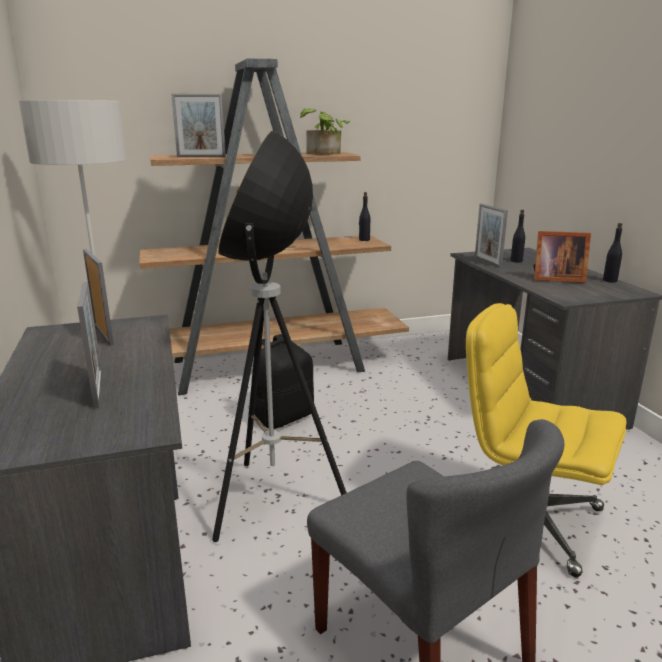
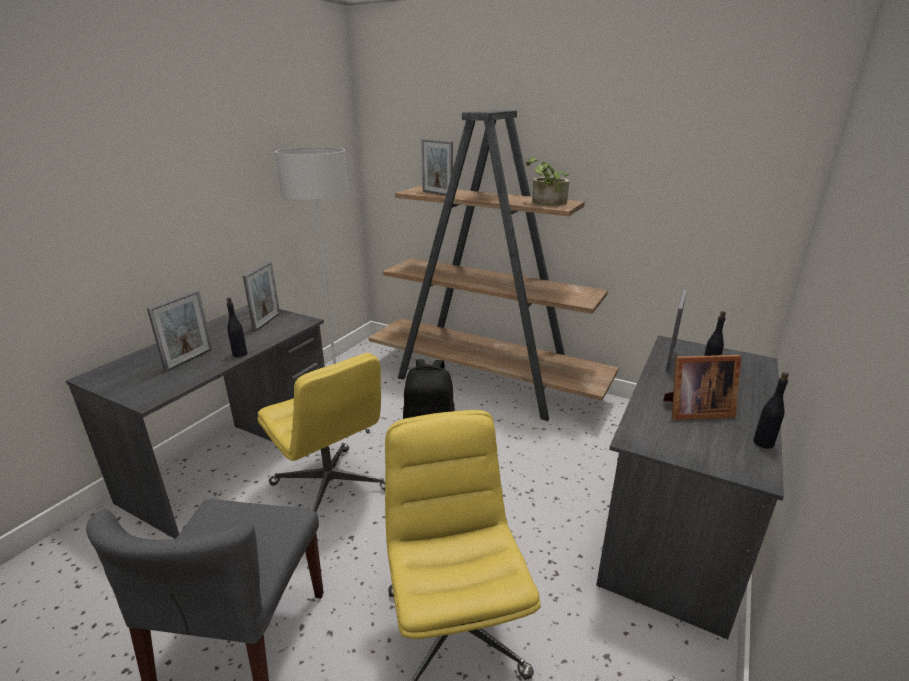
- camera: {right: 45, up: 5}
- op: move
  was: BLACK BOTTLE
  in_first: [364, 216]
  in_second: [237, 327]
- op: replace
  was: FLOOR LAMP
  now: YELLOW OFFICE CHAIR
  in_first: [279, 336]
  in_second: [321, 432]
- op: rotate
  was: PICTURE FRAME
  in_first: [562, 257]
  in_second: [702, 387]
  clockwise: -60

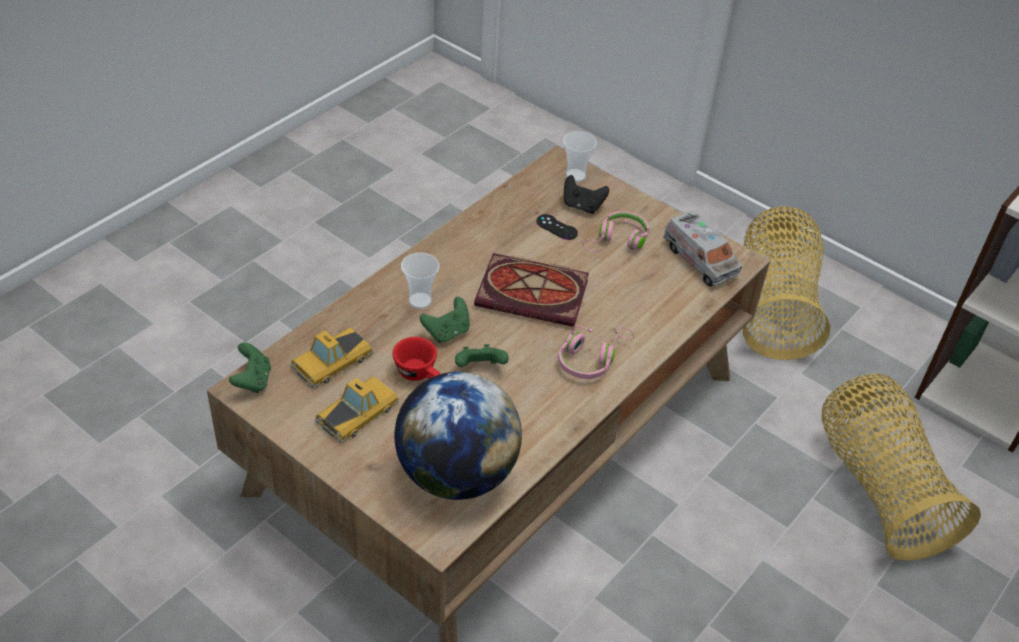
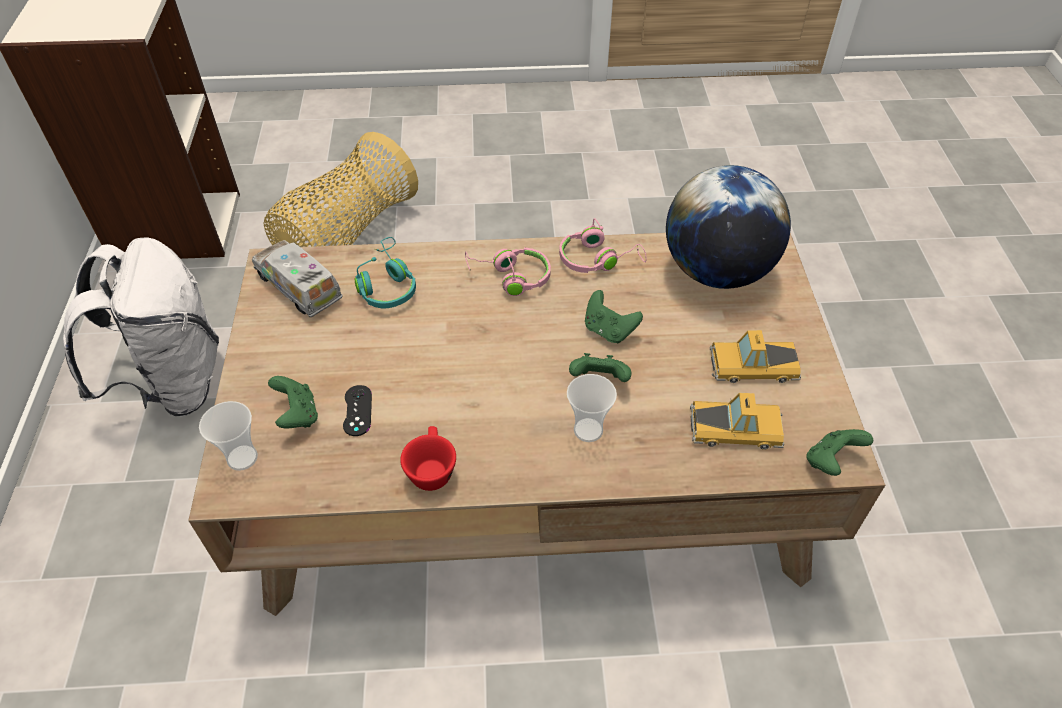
- camera: {right: -130, up: 5}
- op: delete
  was: BOOK
  in_first: [531, 290]
- op: insert
  now: TURQUOISE HEADPHONES
  in_second: [385, 272]
- op: move
  was: RED CUP
  in_first: [416, 359]
  in_second: [428, 458]
- op: move
  was: PINK HEADPHONES
  in_first: [616, 231]
  in_second: [603, 245]
- op: replace
  was: BASKET
  now: WHITE BACKPACK
  in_first: [786, 283]
  in_second: [141, 326]
- op: recolor
  was: BLACK GAME CONTROLLER
  now: GREEN GAME CONTROLLER
  in_first: [586, 194]
  in_second: [293, 402]
- op: rotate
  was: TOY TRUCK
  in_first: [702, 248]
  in_second: [297, 278]
  clockwise: -60

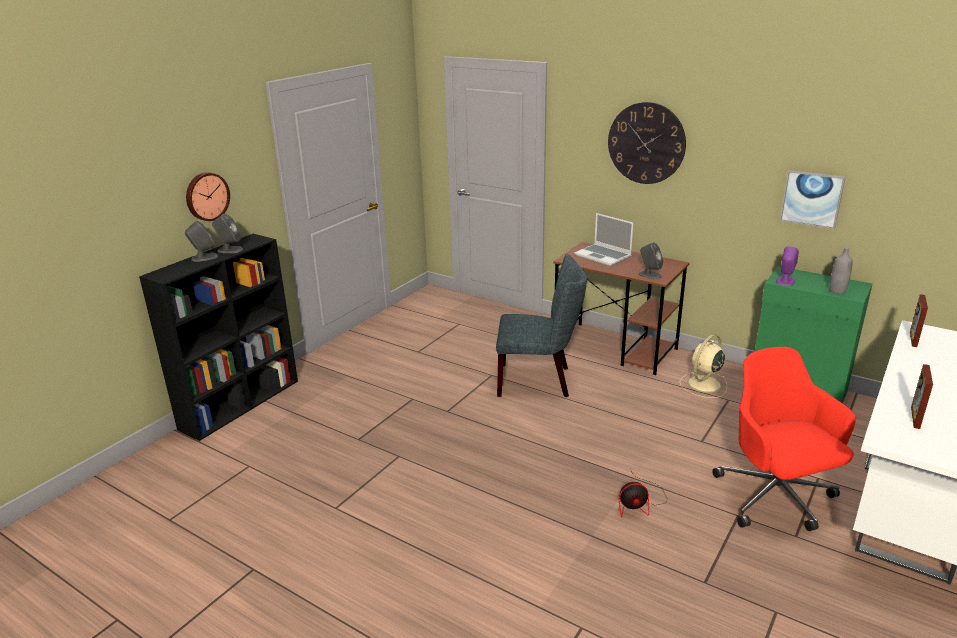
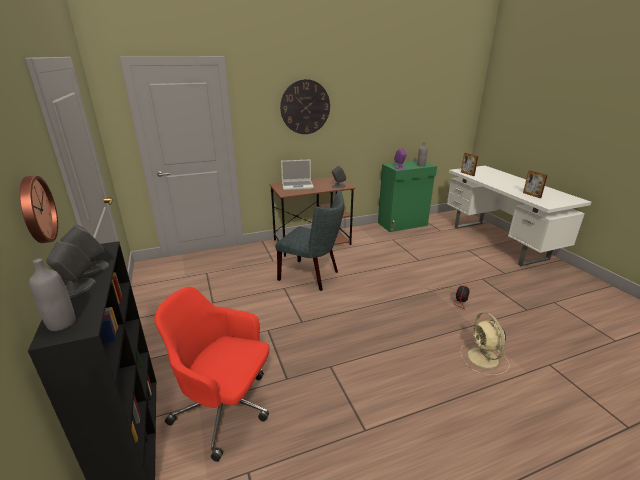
- camera: {right: -55, up: 0}
- op: delete
  was: PICTURE
  in_first: [812, 199]
- op: insert
  now: GREY BOTTLE
  in_second: [52, 295]
- op: move
  was: BEIGE FAN
  in_first: [703, 366]
  in_second: [484, 343]
- op: move
  was: RED OFFICE CHAIR
  in_first: [784, 439]
  in_second: [212, 374]
- op: rotate
  was: GREY CHAIR
  in_first: [541, 325]
  in_second: [309, 240]
  clockwise: 75

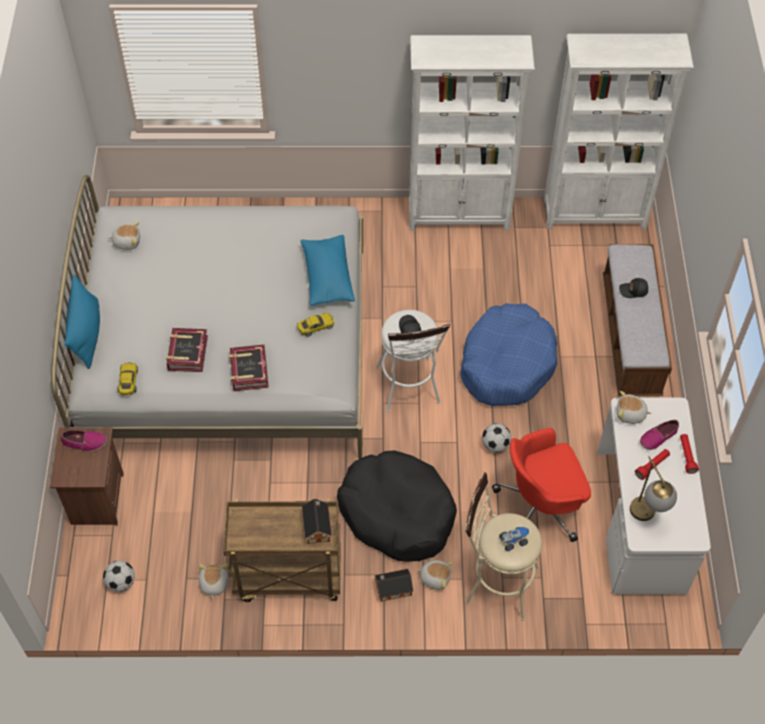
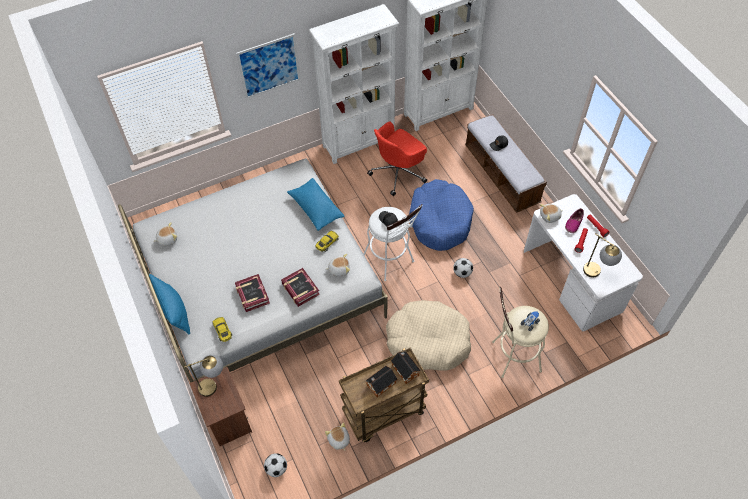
- camera: {right: -25, up: 0}
- op: insert
  now: PICTURE
  in_second: [268, 66]
- op: move
  was: TOY HOUSE
  in_first: [394, 585]
  in_second: [381, 381]
- op: move
  was: PLUSH TOY
  in_first: [435, 575]
  in_second: [338, 265]
- op: move
  was: RED OFFICE CHAIR
  in_first: [541, 485]
  in_second: [397, 158]
- op: replace
  was: SHOE
  now: TABLE LAMP
  in_first: [84, 440]
  in_second: [203, 376]
- op: recolor
  was: BLACK DOG BED
  now: BEIGE DOG BED
  in_first: [397, 506]
  in_second: [428, 335]

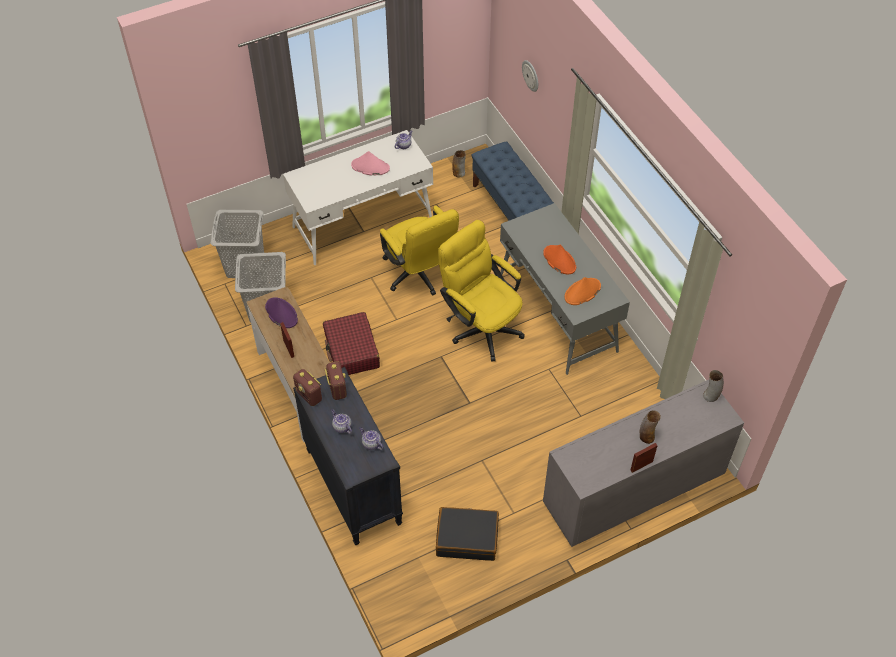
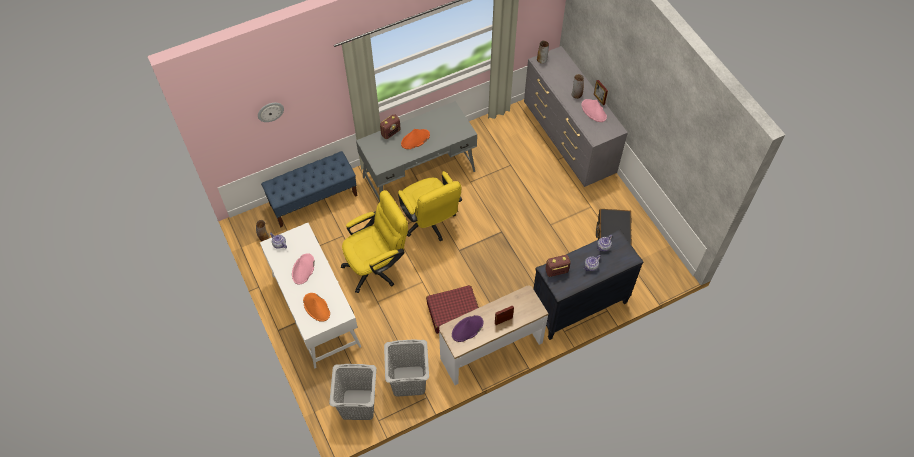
- camera: {right: -90, up: 5}
- op: insert
  now: PINK HAT
  in_second: [594, 110]
- op: move
  was: RADIO
  in_first: [307, 387]
  in_second: [390, 126]
- op: move
  was: ORANGE HAT
  in_first: [583, 291]
  in_second: [316, 307]
- op: rotate
  was: YELLOW OFFICE CHAIR
  in_first: [481, 290]
  in_second: [430, 206]
  clockwise: -75

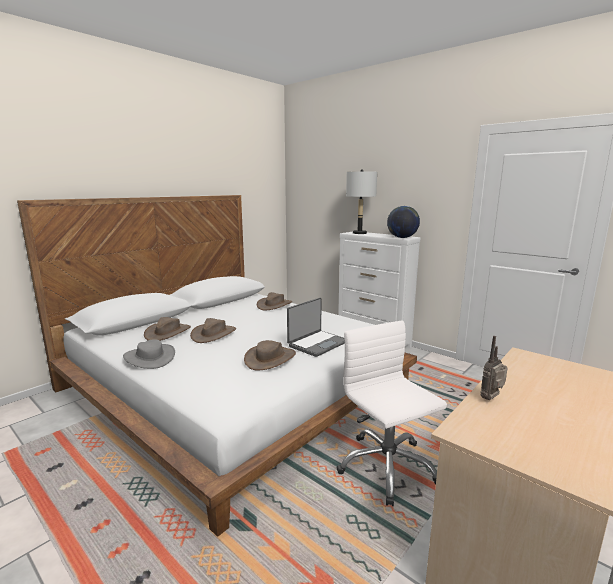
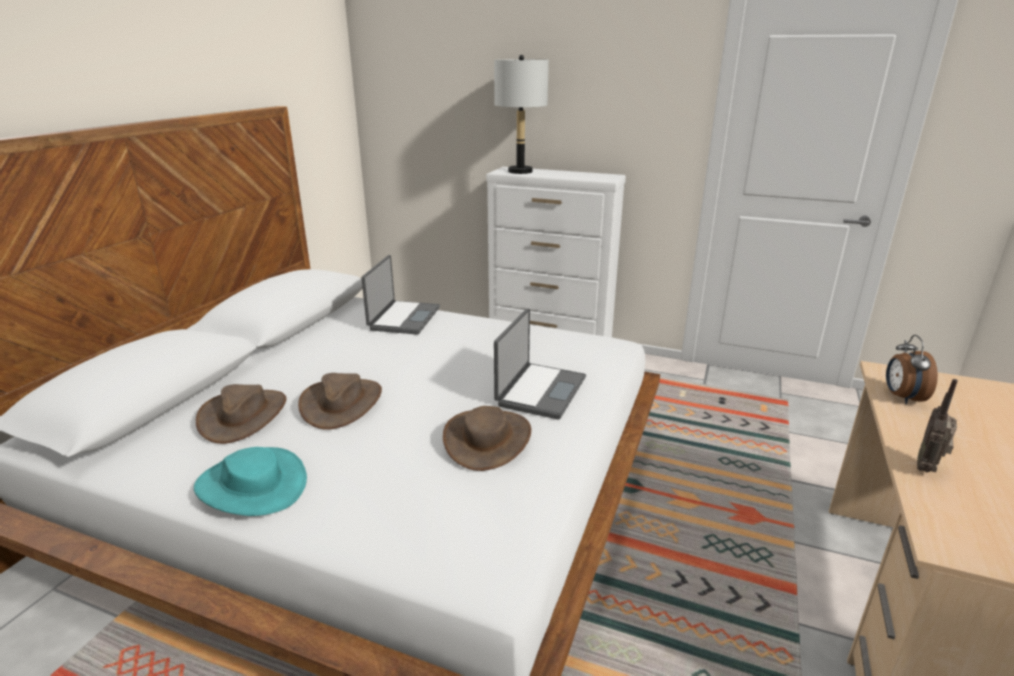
- camera: {right: -20, up: 10}
- op: delete
  was: WHITE OFFICE CHAIR
  in_first: [391, 413]
- op: delete
  was: GLOBE
  in_first: [403, 222]
- op: insert
  now: ALARM CLOCK
  in_second: [912, 369]
- op: replace
  was: BROWN HAT
  now: LAPTOP
  in_first: [274, 301]
  in_second: [400, 295]
- op: recolor
  was: GREY HAT
  now: TURQUOISE HAT
  in_first: [149, 354]
  in_second: [250, 481]

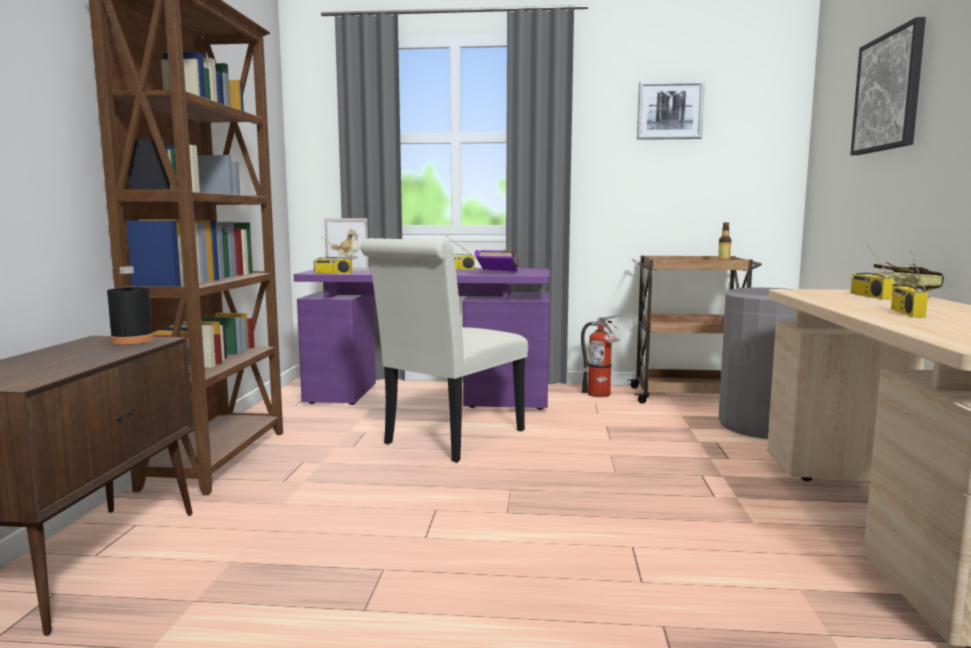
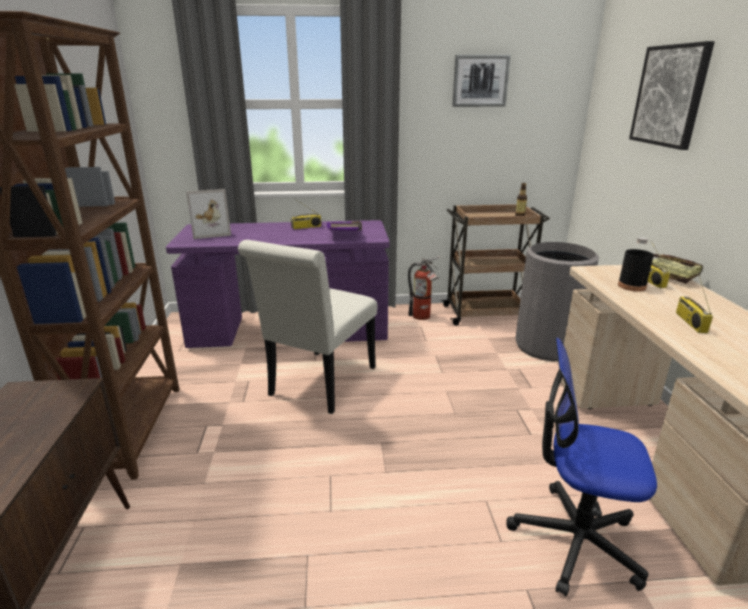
- camera: {right: -10, up: 15}
- op: delete
  was: RADIO
  in_first: [332, 255]
- op: insert
  now: OFFICE CHAIR
  in_second: [581, 466]
- op: move
  was: BLACK BOTTLE
  in_first: [130, 305]
  in_second: [636, 264]

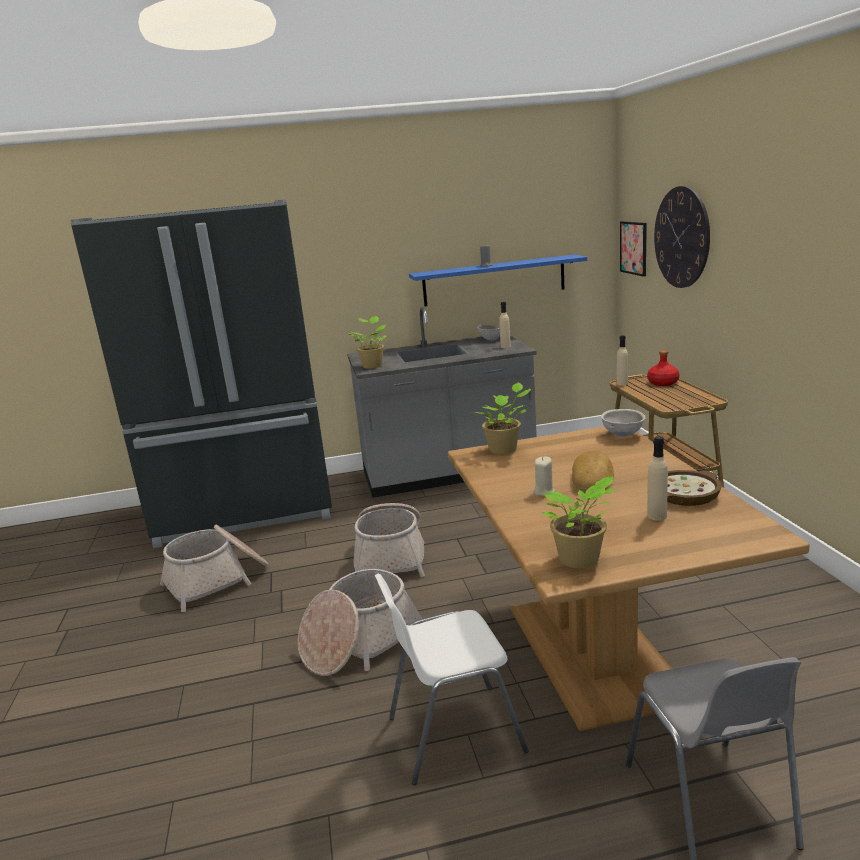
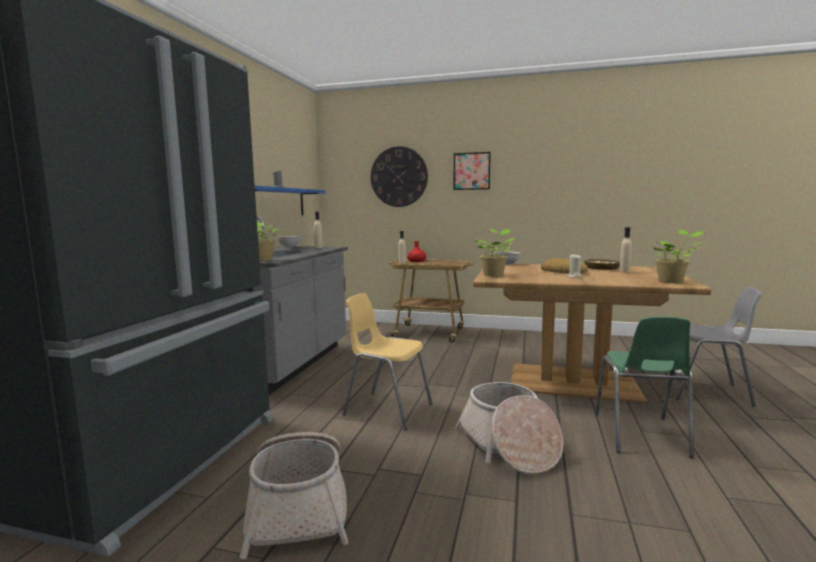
- camera: {right: -65, up: -10}
- op: move
  was: PICTURE
  in_first: [633, 249]
  in_second: [472, 171]
- op: replace
  was: BASKET
  now: YELLOW CHAIR
  in_first: [389, 540]
  in_second: [388, 362]
- op: recolor
  was: WHITE CHAIR
  now: GREEN CHAIR
  in_first: [452, 679]
  in_second: [644, 387]

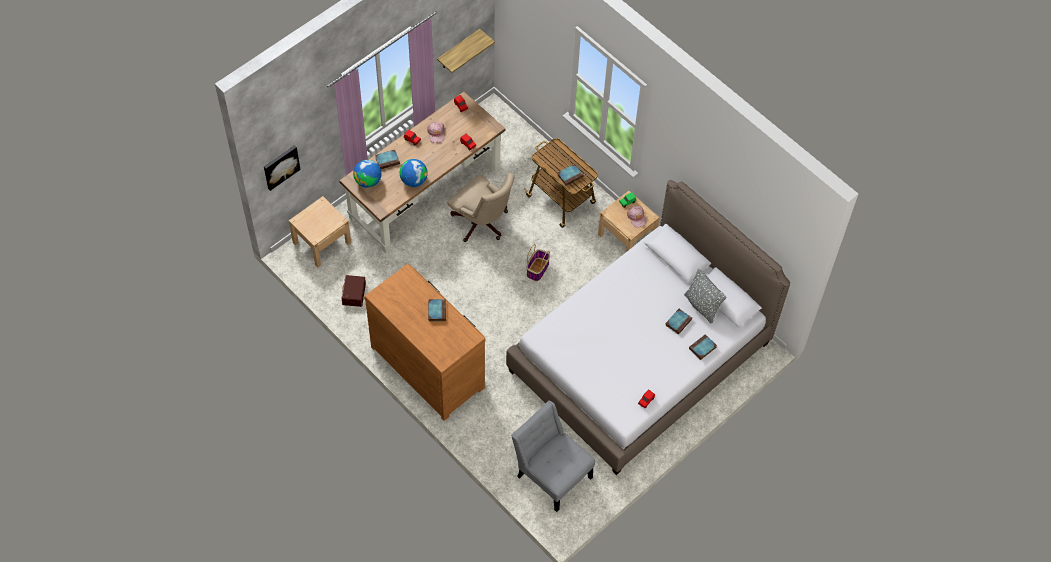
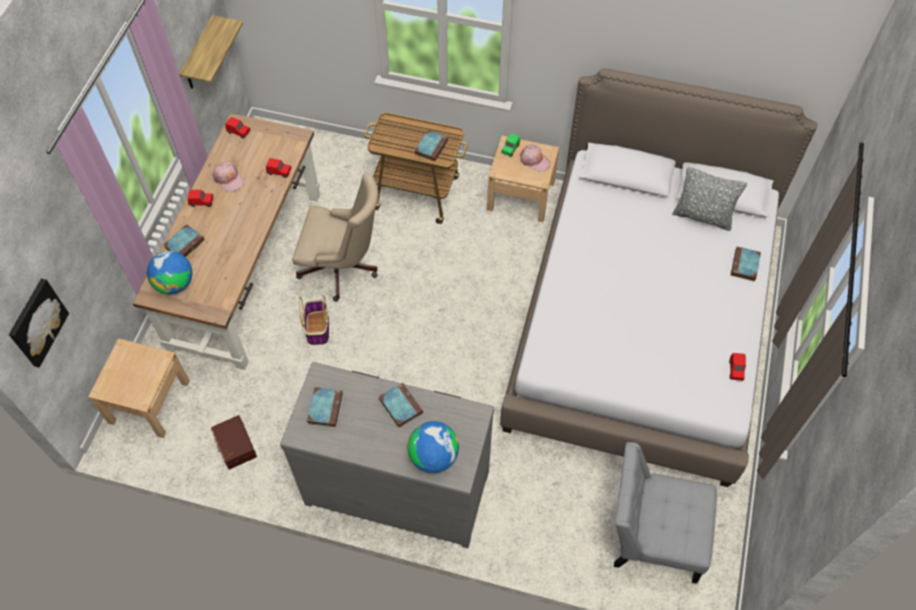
- camera: {right: -30, up: 0}
- op: move
  was: GLOBE
  in_first: [414, 173]
  in_second: [433, 447]
- op: move
  was: BASKET
  in_first: [538, 262]
  in_second: [314, 320]
- op: move
  was: BOOK
  in_first: [678, 322]
  in_second: [325, 407]
- op: recolor
  was: BROWN DRESSER
  now: GREY DRESSER
  in_first: [424, 342]
  in_second: [387, 455]

